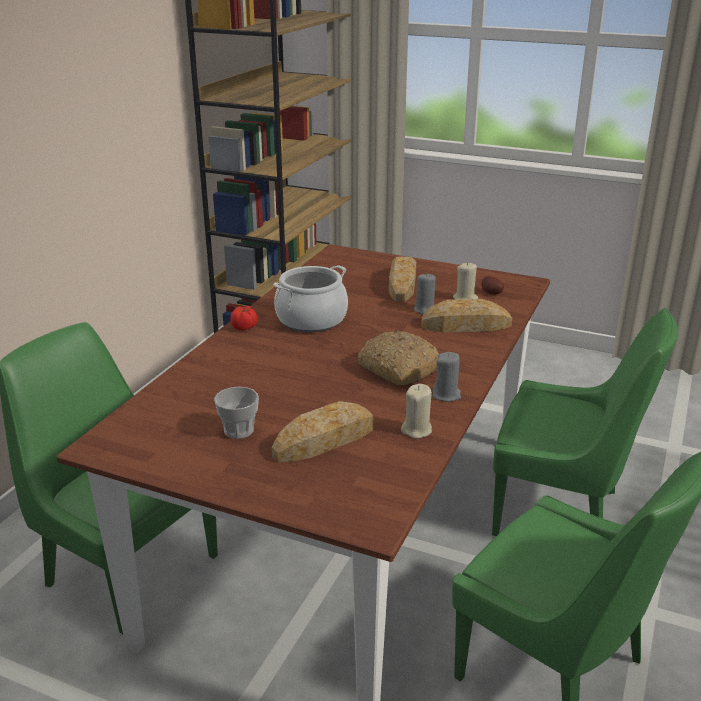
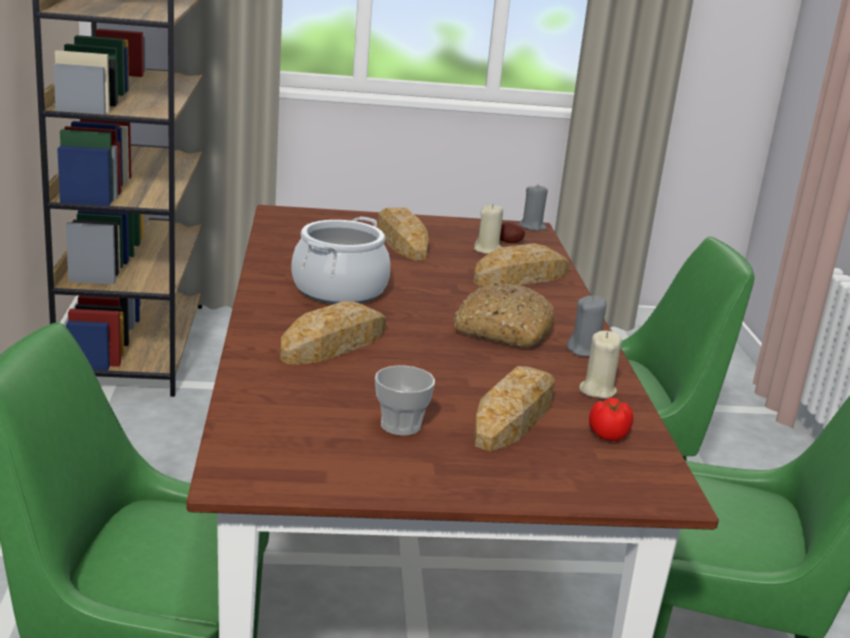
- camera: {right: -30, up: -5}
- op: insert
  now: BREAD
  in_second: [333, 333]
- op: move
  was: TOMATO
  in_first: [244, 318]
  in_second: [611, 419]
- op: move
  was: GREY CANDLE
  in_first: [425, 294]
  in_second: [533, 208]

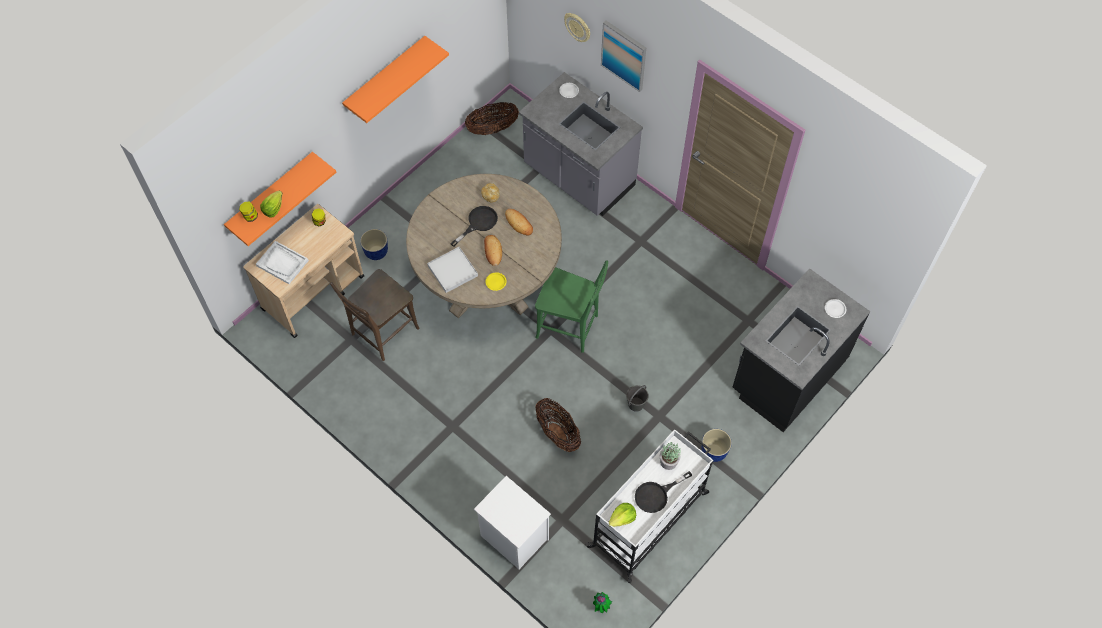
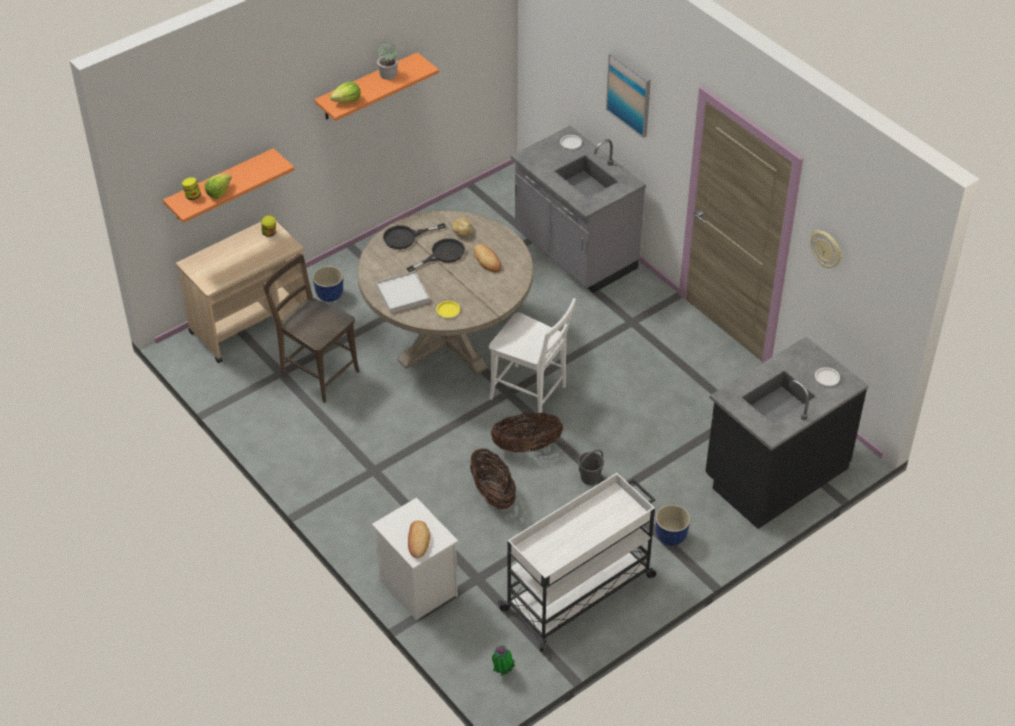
- camera: {right: 10, up: -15}
- op: delete
  was: WHITE TRAY
  in_first: [282, 262]
- op: move
  was: BASKET
  in_first: [492, 118]
  in_second: [527, 432]
- op: move
  was: BREAD
  in_first: [493, 250]
  in_second: [419, 539]
- op: move
  was: WALL CLOCK
  in_first: [577, 27]
  in_second: [826, 249]
- op: move
  was: LETTUCE
  in_first: [622, 515]
  in_second: [345, 92]
- op: move
  was: BLACK FRYING PAN
  in_first: [663, 492]
  in_second: [414, 236]
- op: move
  was: POTTED PLANT
  in_first: [670, 455]
  in_second: [387, 61]
- op: recolor
  was: GREEN CHAIR
  now: WHITE CHAIR
  in_first: [571, 307]
  in_second: [532, 356]
- op: rotate
  was: BROWN CHAIR
  in_first: [375, 315]
  in_second: [311, 328]
  clockwise: 75

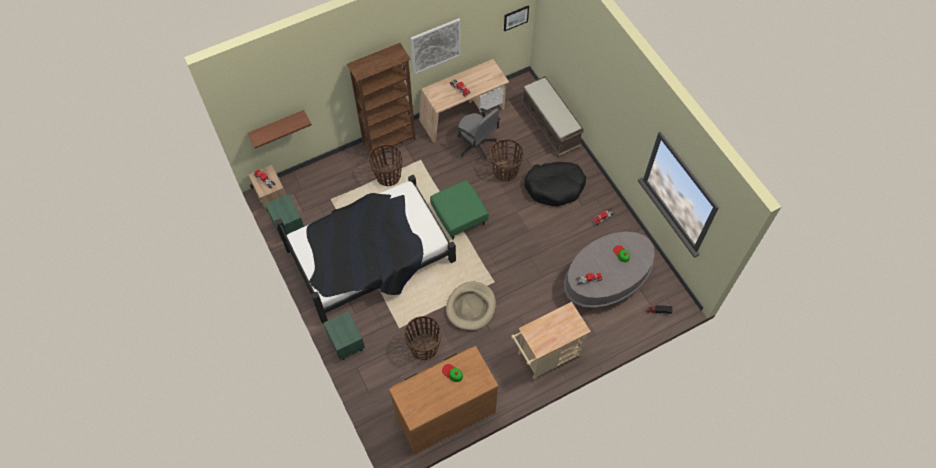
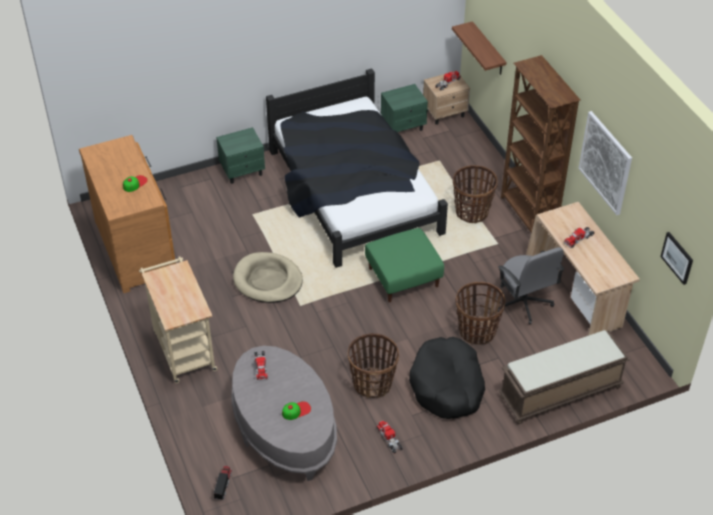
- camera: {right: 95, up: -15}
- op: move
  was: BASKET
  in_first: [423, 338]
  in_second: [373, 365]
- op: rotate
  was: GREY OFFICE CHAIR
  in_first: [478, 133]
  in_second: [530, 285]
  clockwise: -75

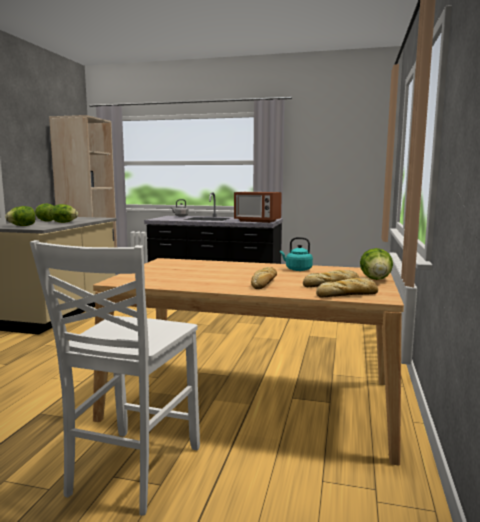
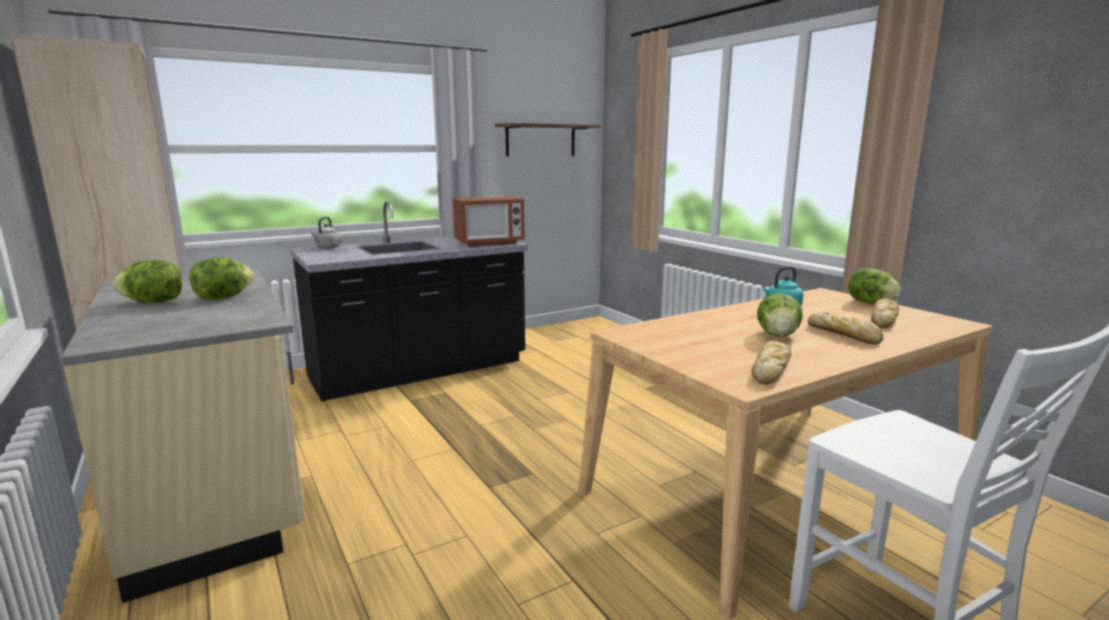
- camera: {right: -45, up: 5}
- op: insert
  now: SHELF
  in_second: [548, 139]
- op: move
  was: LETTUCE
  in_first: [20, 216]
  in_second: [780, 315]
- op: move
  was: BREAD
  in_first: [347, 288]
  in_second: [771, 363]

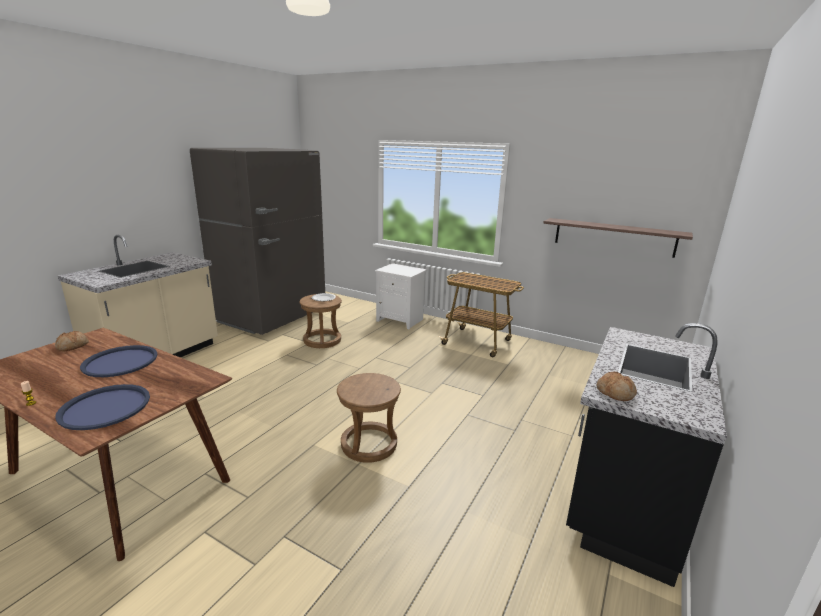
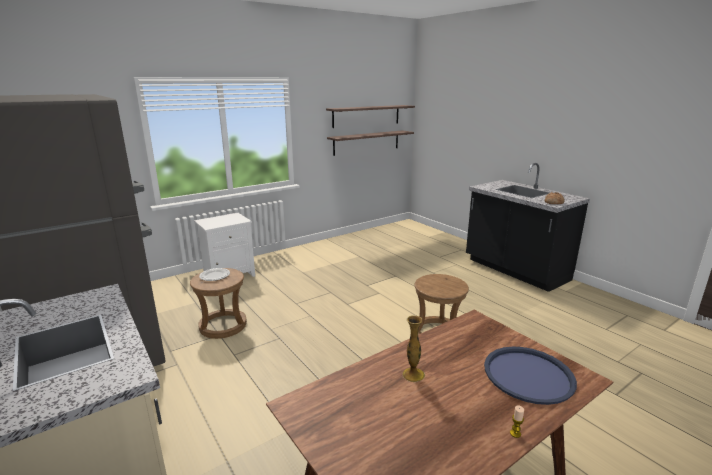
- camera: {right: -65, up: 0}
- op: delete
  was: BREAD
  in_first: [72, 341]
- op: delete
  was: CART
  in_first: [481, 314]
- op: insert
  now: SHELF
  in_second: [370, 116]
- op: replace
  was: BLUE TRAY
  now: VASE
  in_first: [119, 361]
  in_second: [413, 349]

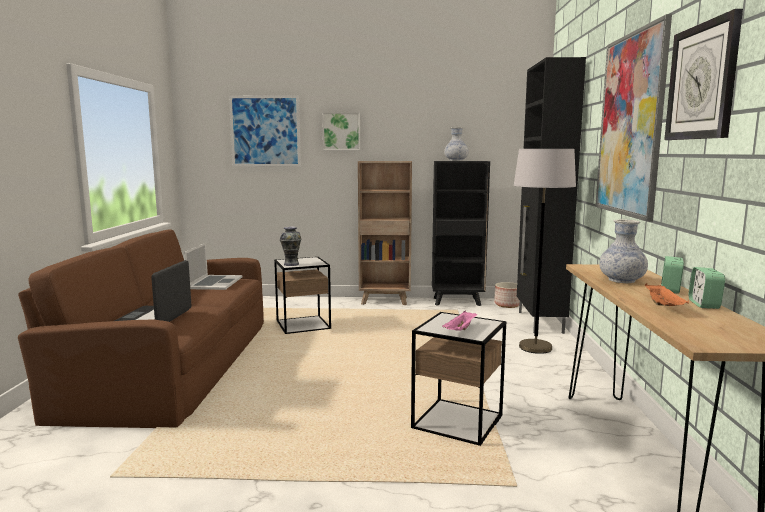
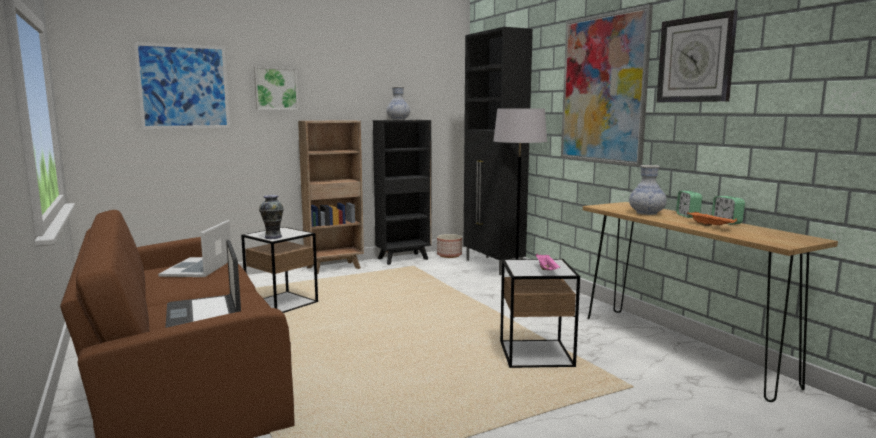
- camera: {right: -30, up: 0}
- op: rotate
  was: LAPTOP
  in_first: [213, 266]
  in_second: [194, 248]
  clockwise: -150

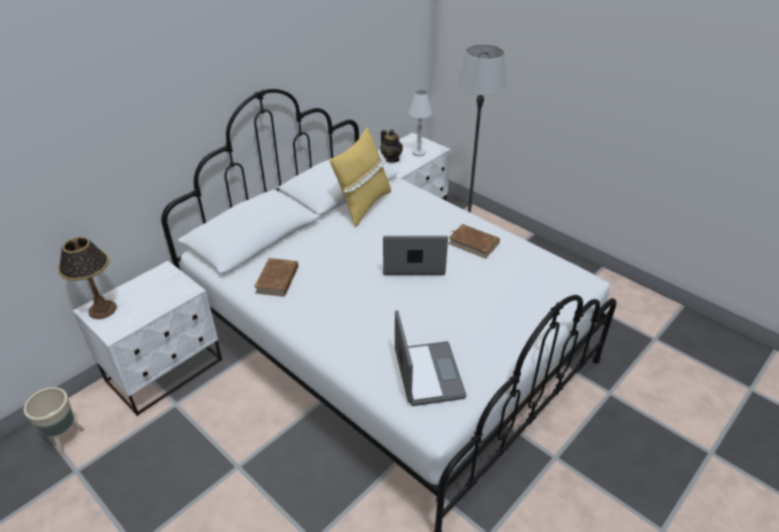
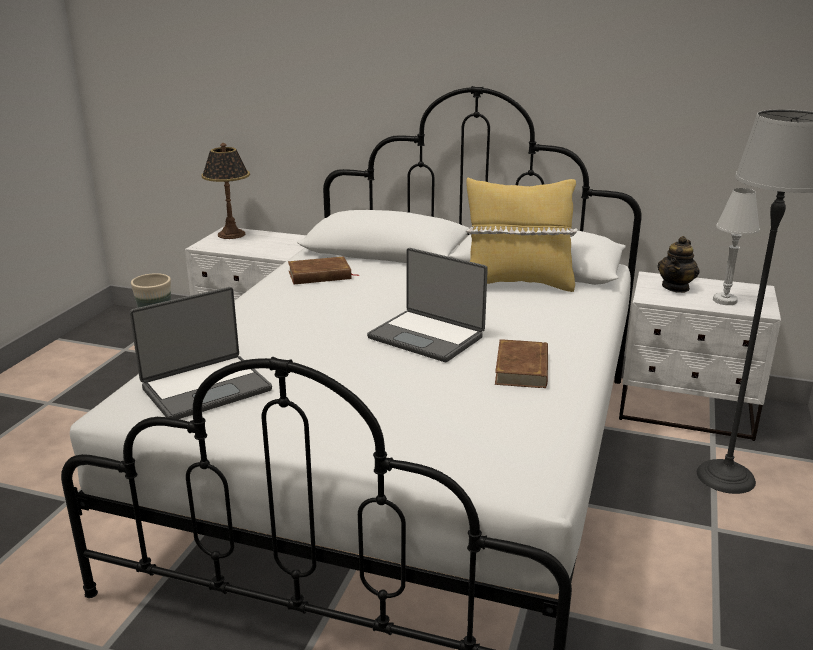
- camera: {right: 65, up: -15}
- op: rotate
  was: LAPTOP
  in_first: [415, 255]
  in_second: [427, 305]
  clockwise: 150

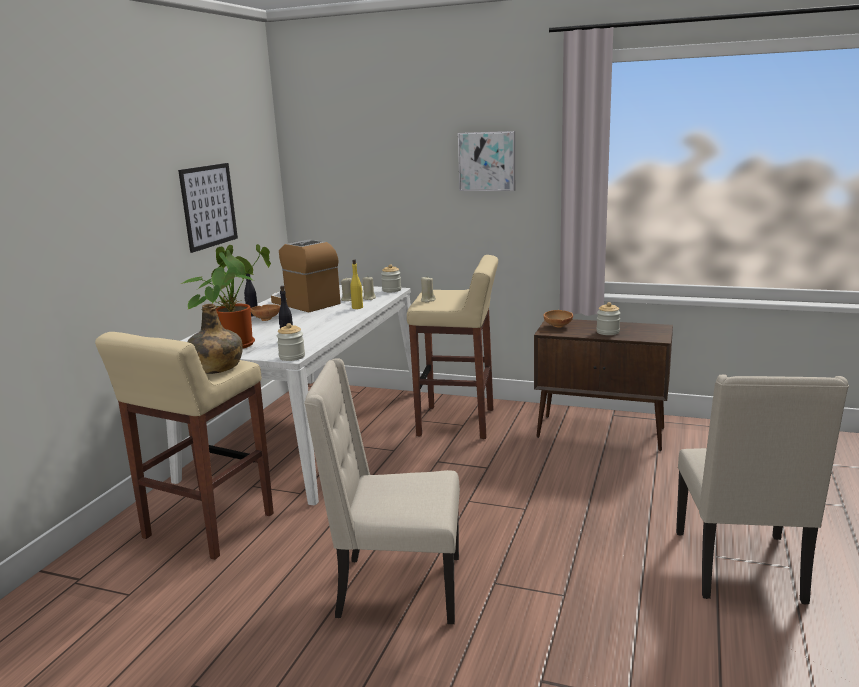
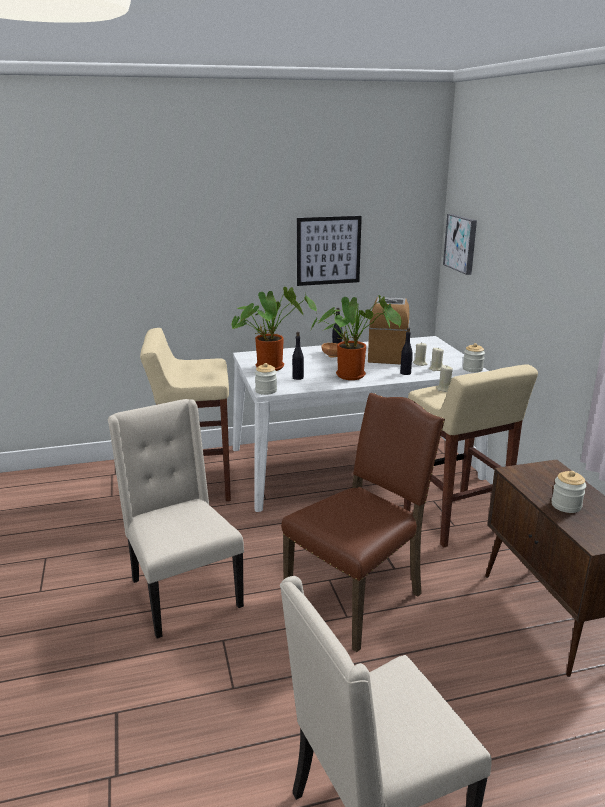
- camera: {right: 55, up: 5}
- op: delete
  was: GREEN BOTTLE
  in_first: [215, 339]
- op: delete
  was: BROWN BOWL
  in_first: [558, 319]
- op: insert
  now: BROWN CHAIR
  in_second: [363, 522]
- op: insert
  now: POTTED PLANT
  in_second: [356, 337]
- op: move
  was: PICTURE
  in_first: [486, 161]
  in_second: [460, 244]
- op: recolor
  was: YELLOW BOTTLE
  now: BLACK BOTTLE
  in_first: [356, 284]
  in_second: [406, 351]

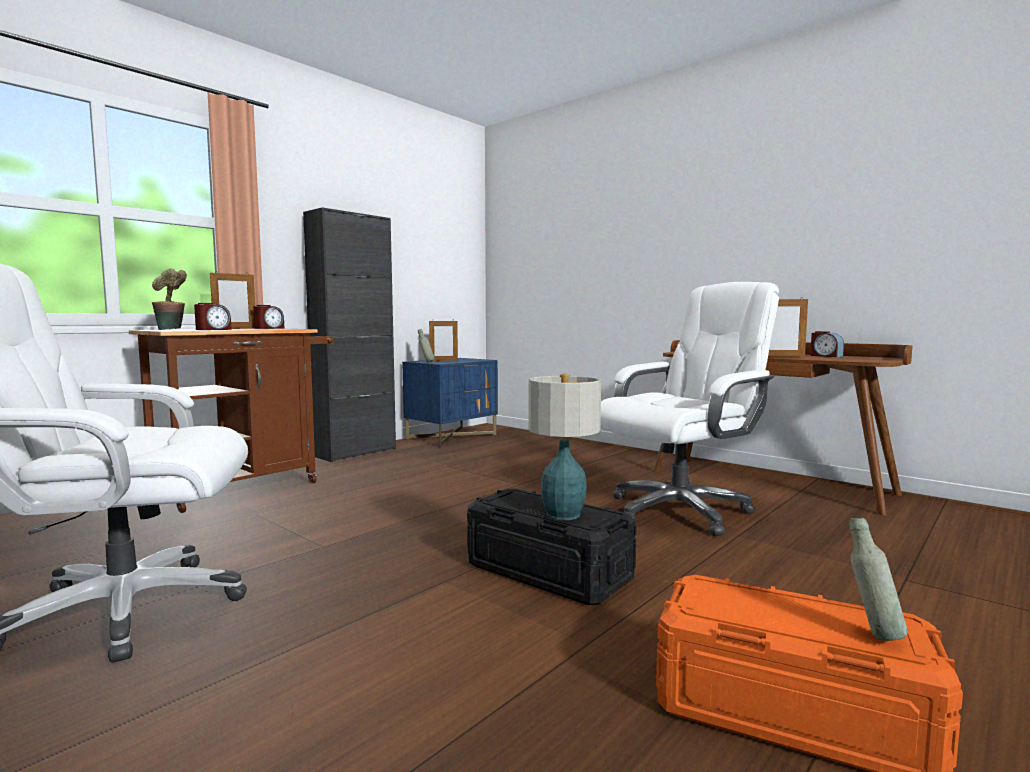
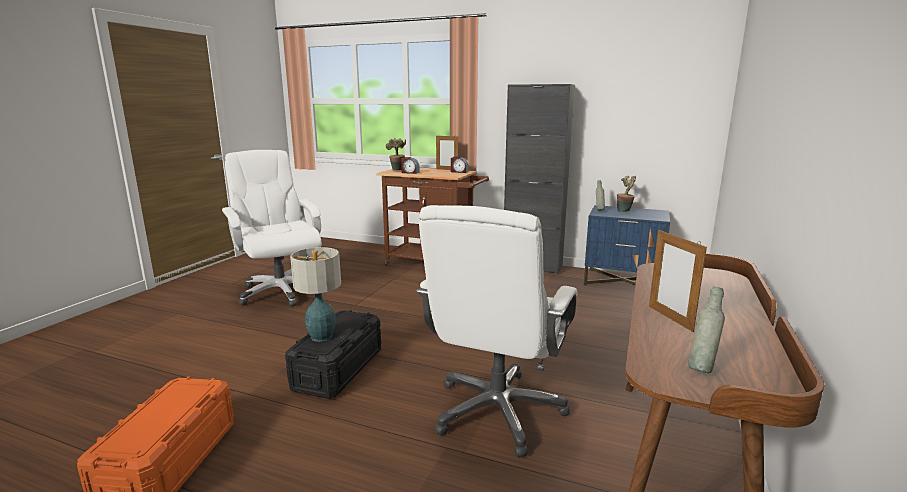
- camera: {right: 70, up: 10}
- op: delete
  was: ALARM CLOCK
  in_first: [827, 344]
- op: move
  was: GREY BOTTLE
  in_first: [878, 579]
  in_second: [706, 330]
- op: replace
  was: PICTURE FRAME
  now: POTTED PLANT
  in_first: [443, 340]
  in_second: [626, 194]
- op: rotate
  was: WHITE OFFICE CHAIR
  in_first: [689, 409]
  in_second: [497, 331]
  clockwise: 75

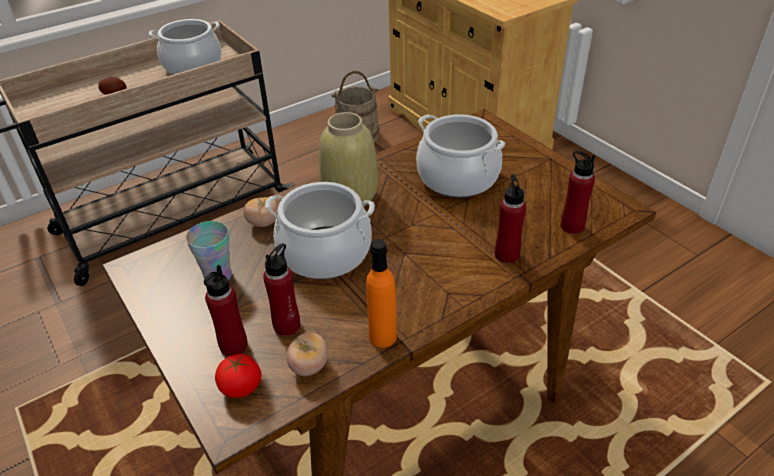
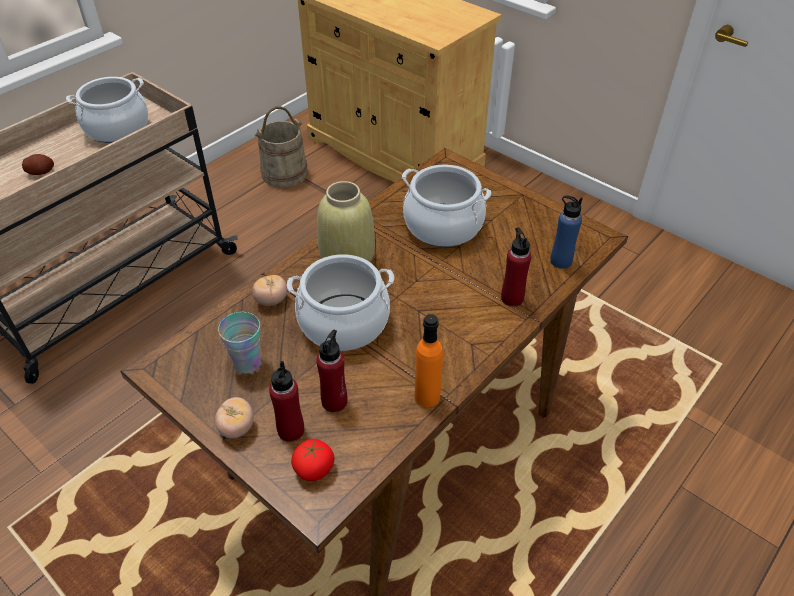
- camera: {right: -15, up: 5}
- op: move
  was: TOMATO
  in_first: [307, 354]
  in_second: [234, 418]
- op: recolor
  was: RED BOTTLE
  now: BLUE BOTTLE
  in_first: [578, 192]
  in_second: [566, 232]

